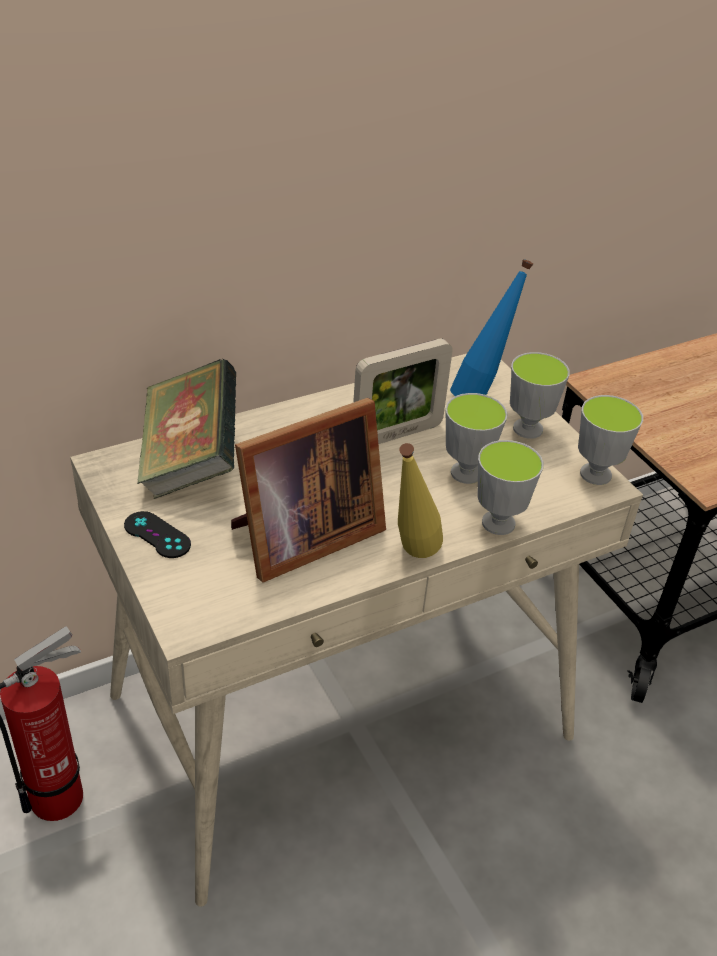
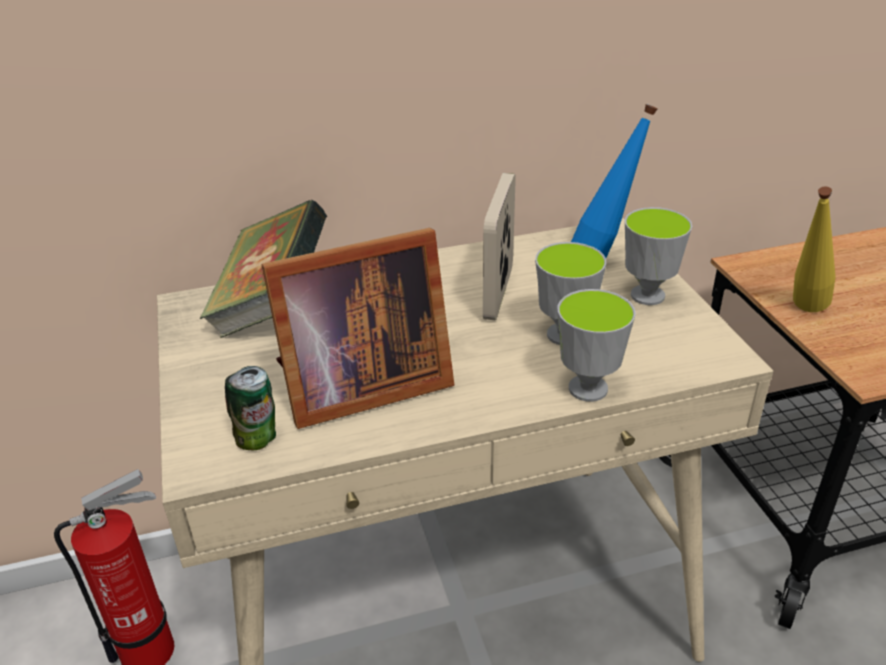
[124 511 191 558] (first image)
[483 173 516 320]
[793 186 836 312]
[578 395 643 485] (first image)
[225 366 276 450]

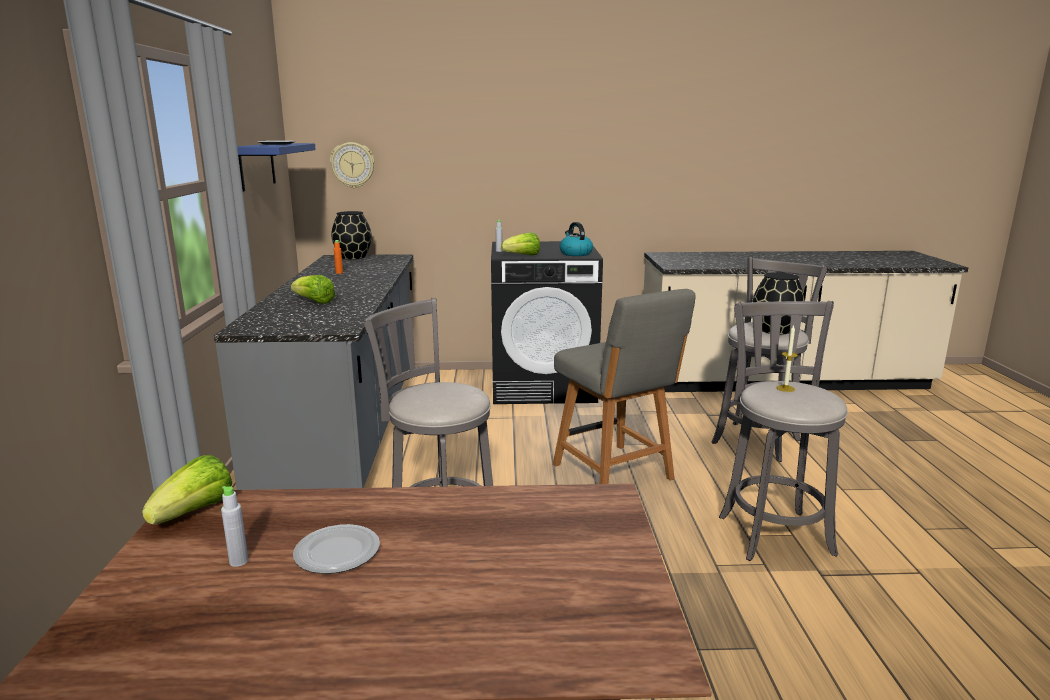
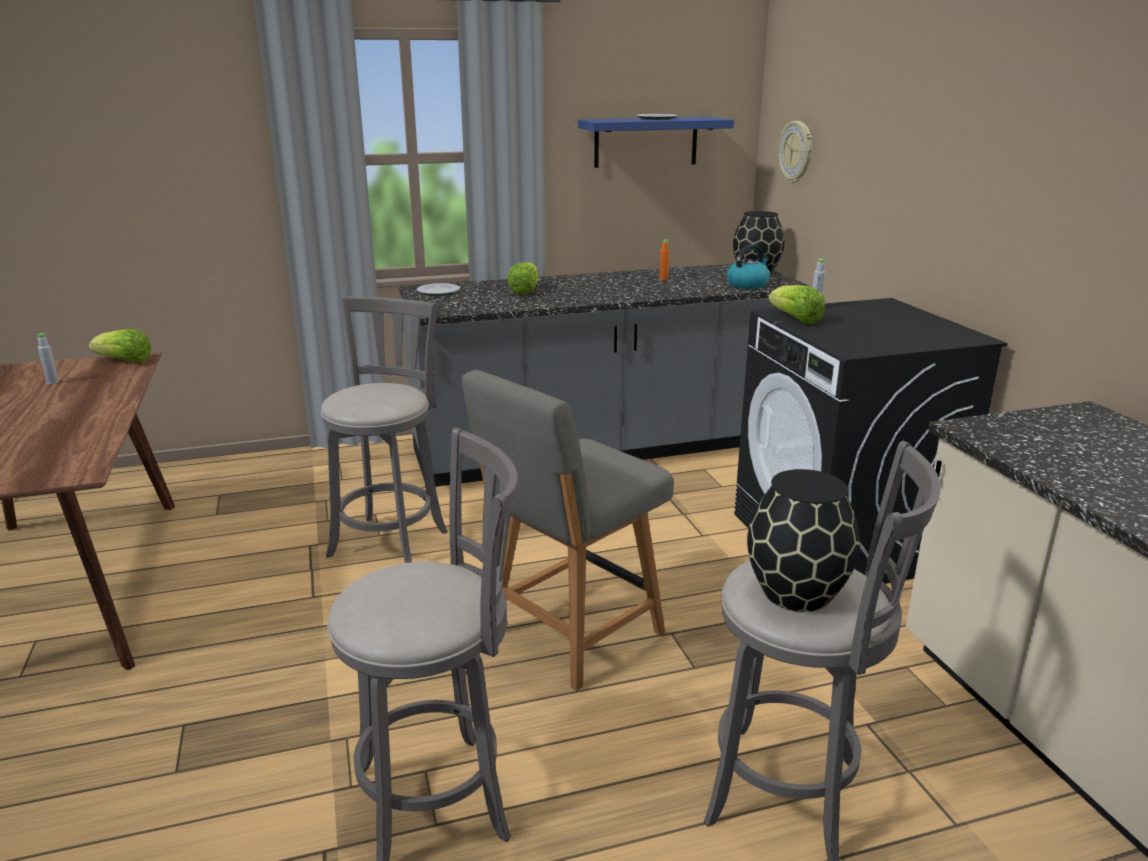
[416 283 460 296]
[727 244 770 289]
[776 325 798 392] (first image)

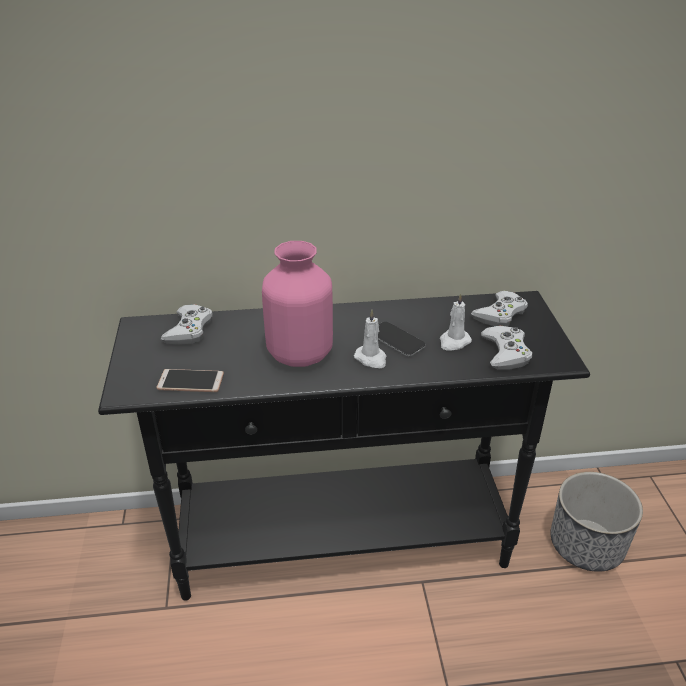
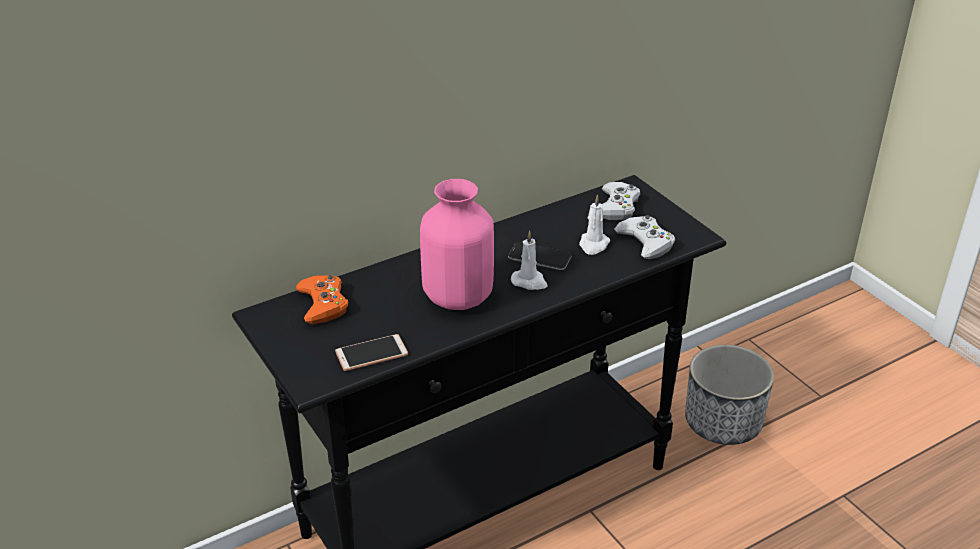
[296 275 348 324]

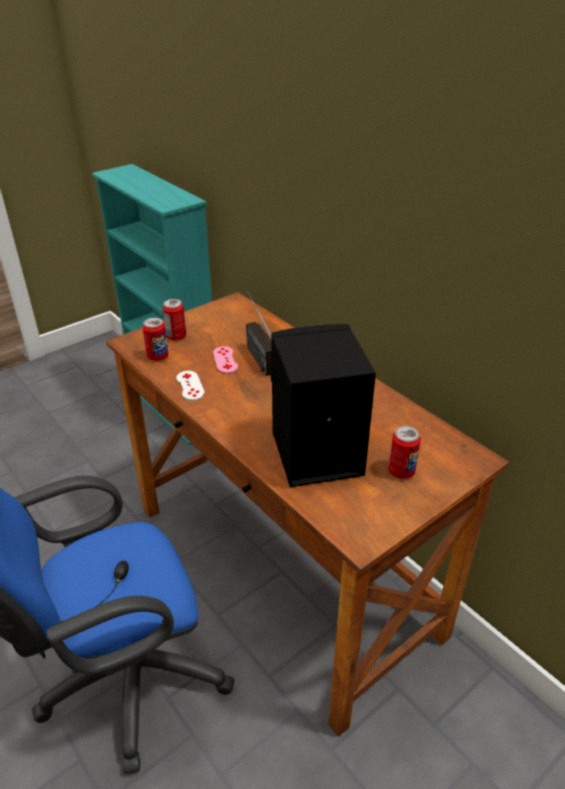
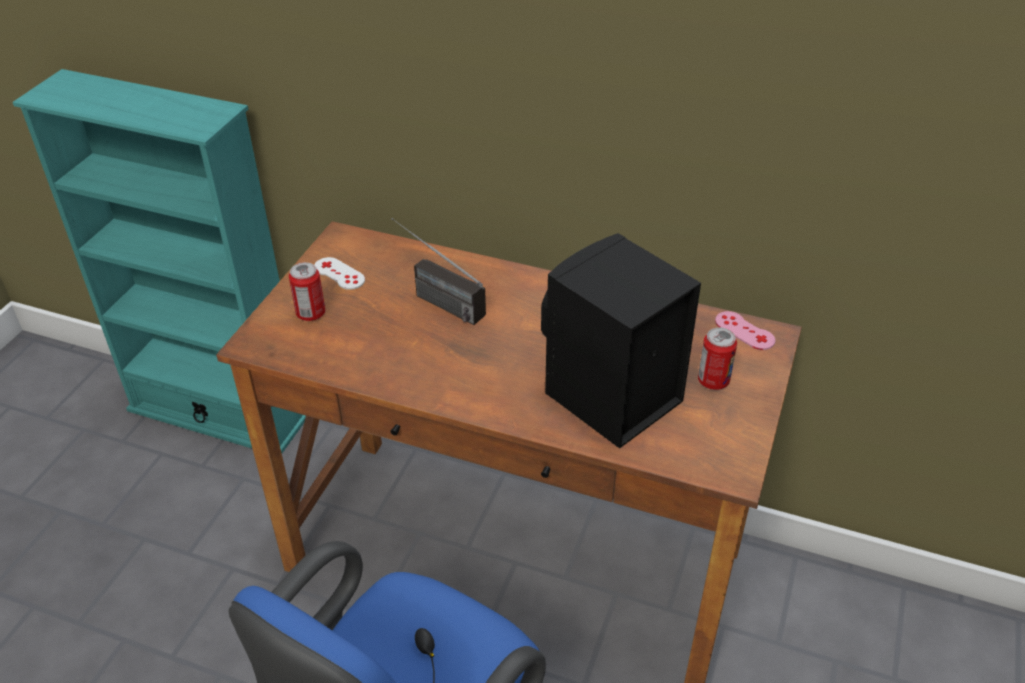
[142 318 168 361] (first image)
[314 257 365 290]
[715 311 775 350]

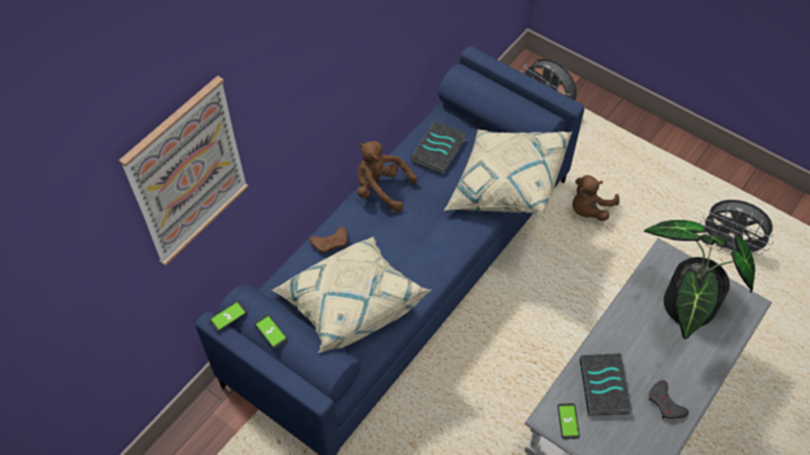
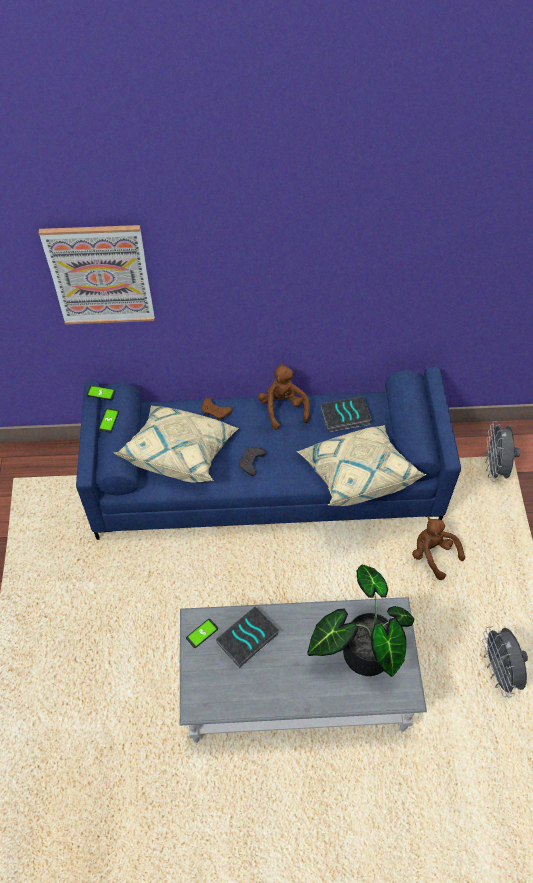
[412 517 465 580]
[239 447 266 476]

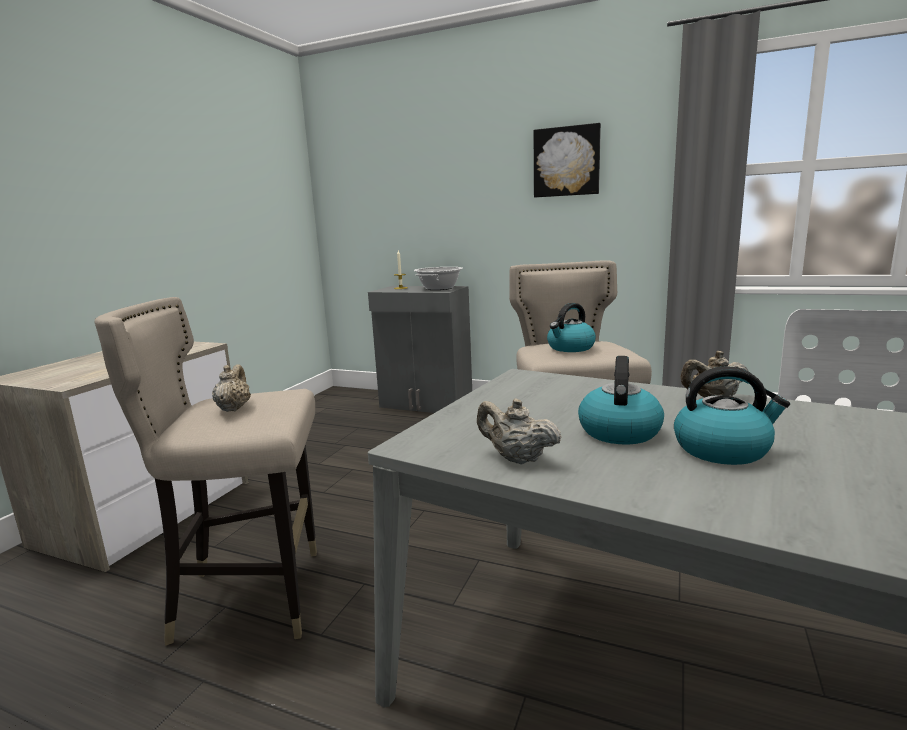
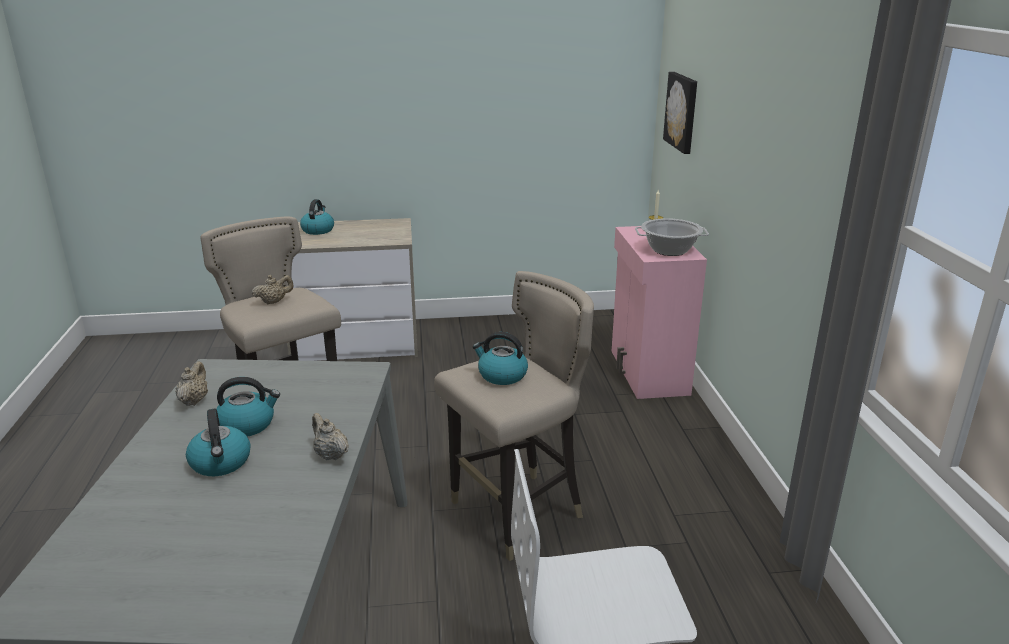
[611 226 707 399]
[663 72 697 154]
[300 199 334 235]

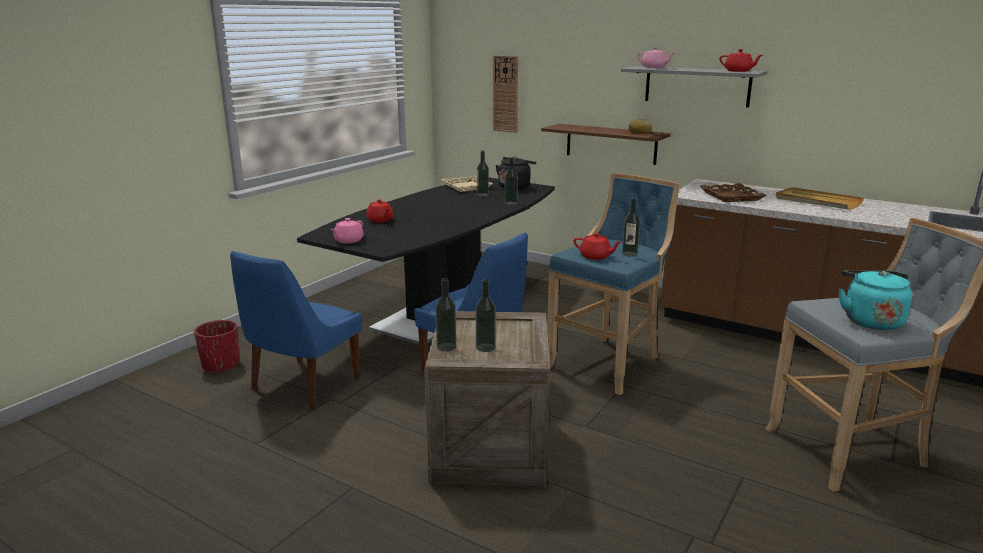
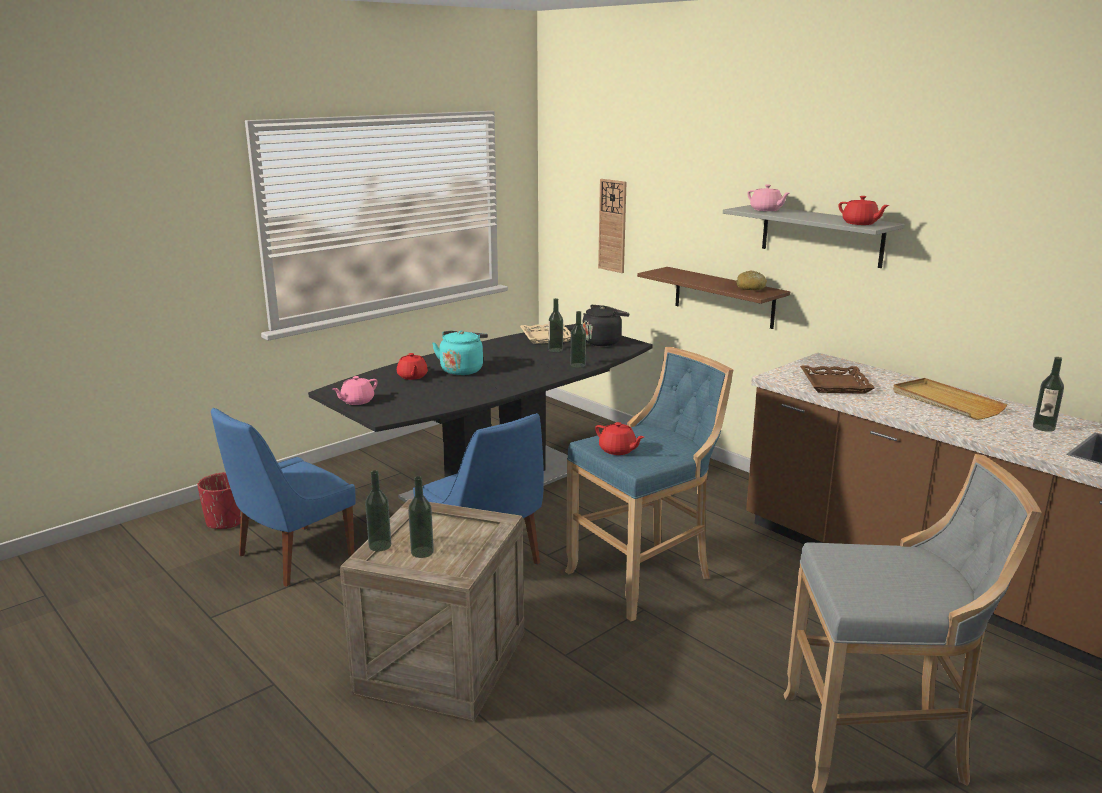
[1033 357 1064 432]
[432 330 488 375]

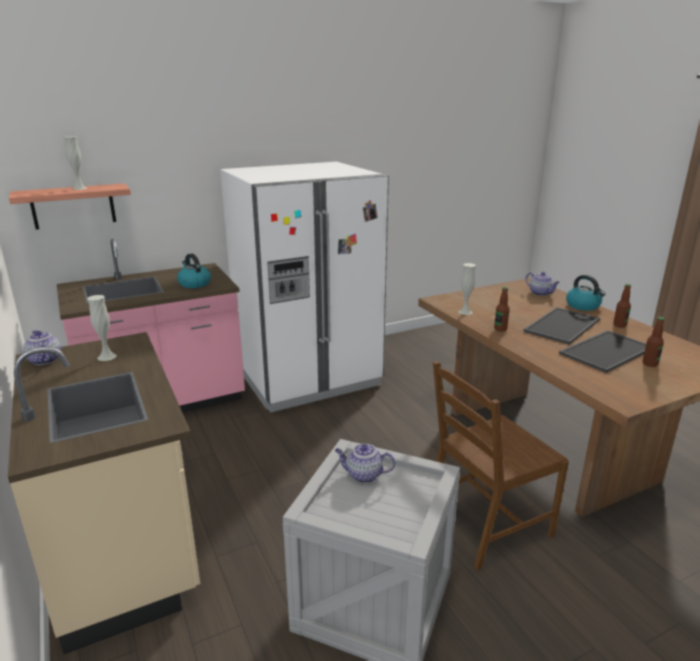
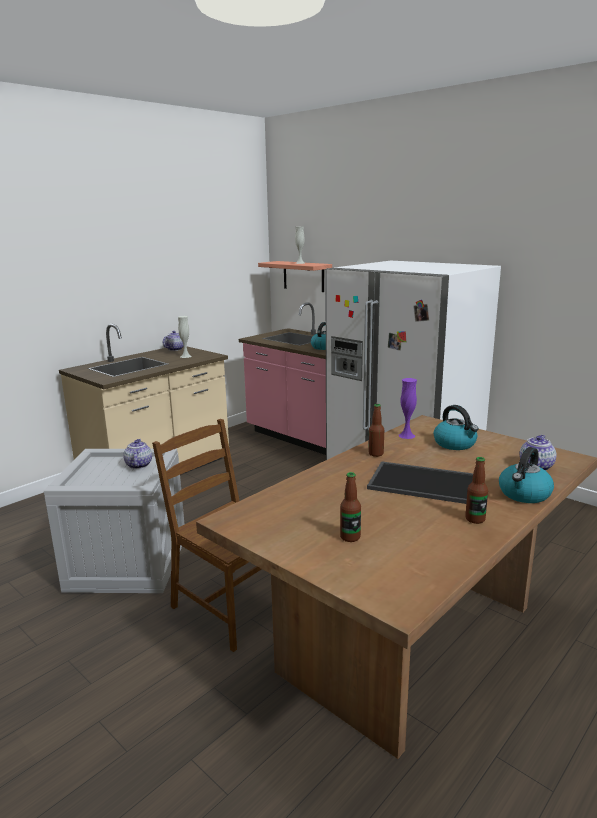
[399 378 417 439]
[559 330 646 373] (first image)
[434 405 478 450]

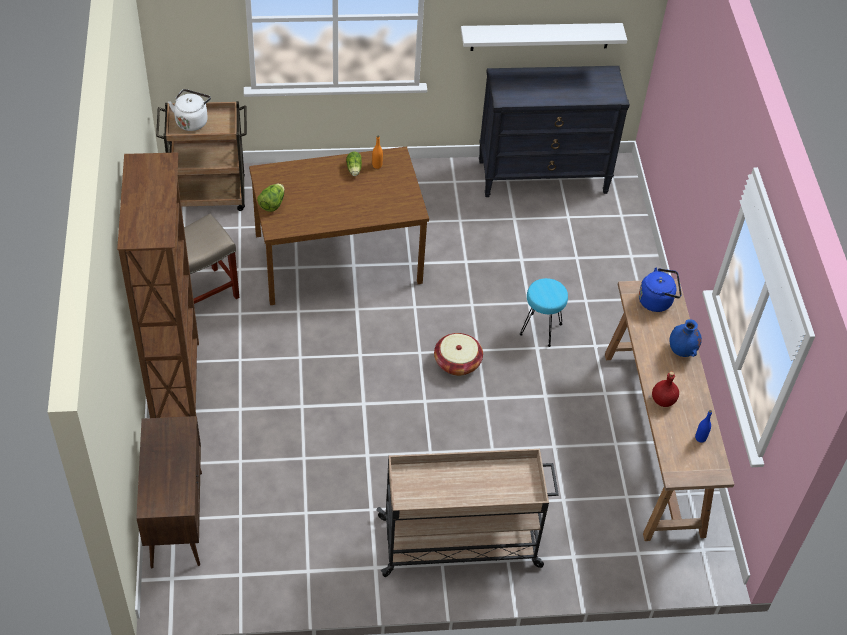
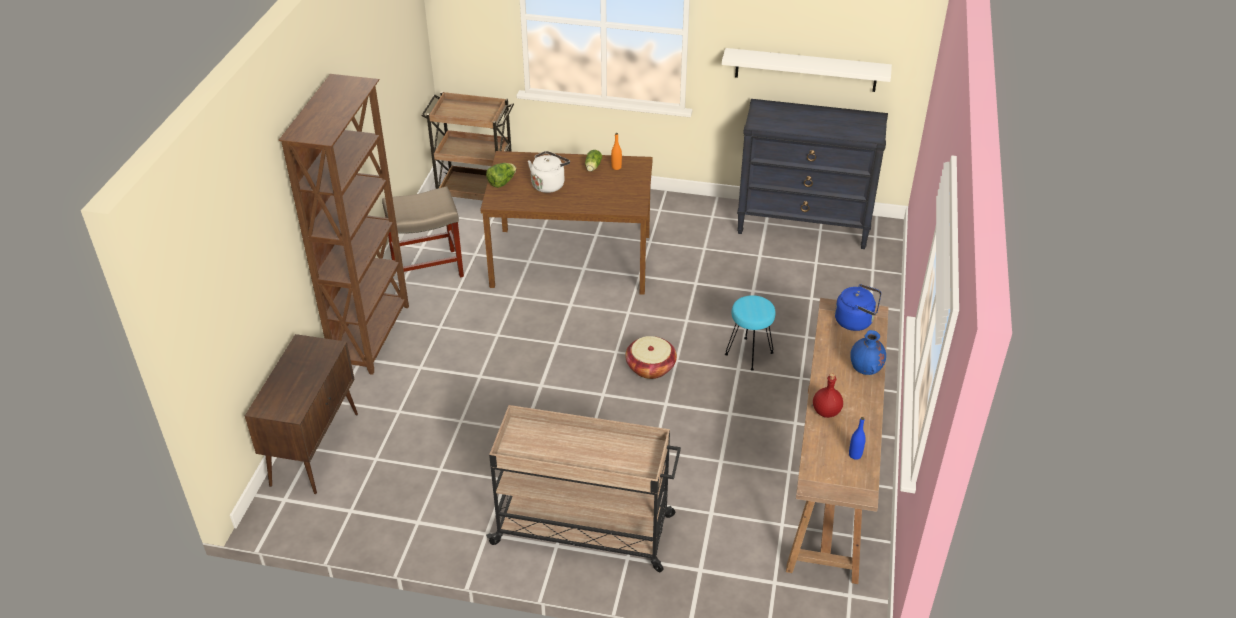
[528 151 570 193]

